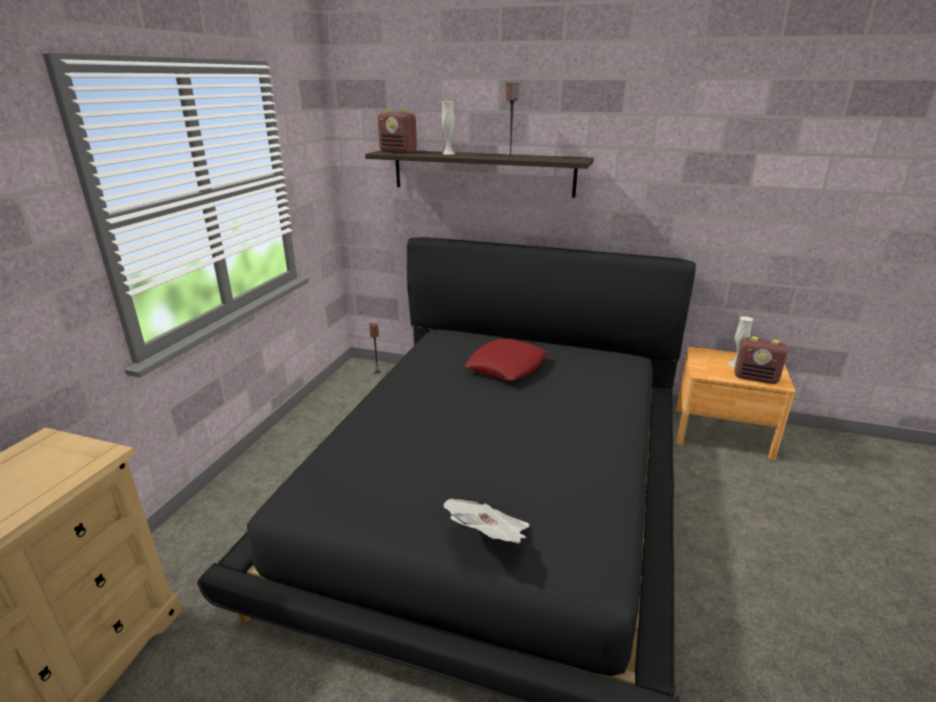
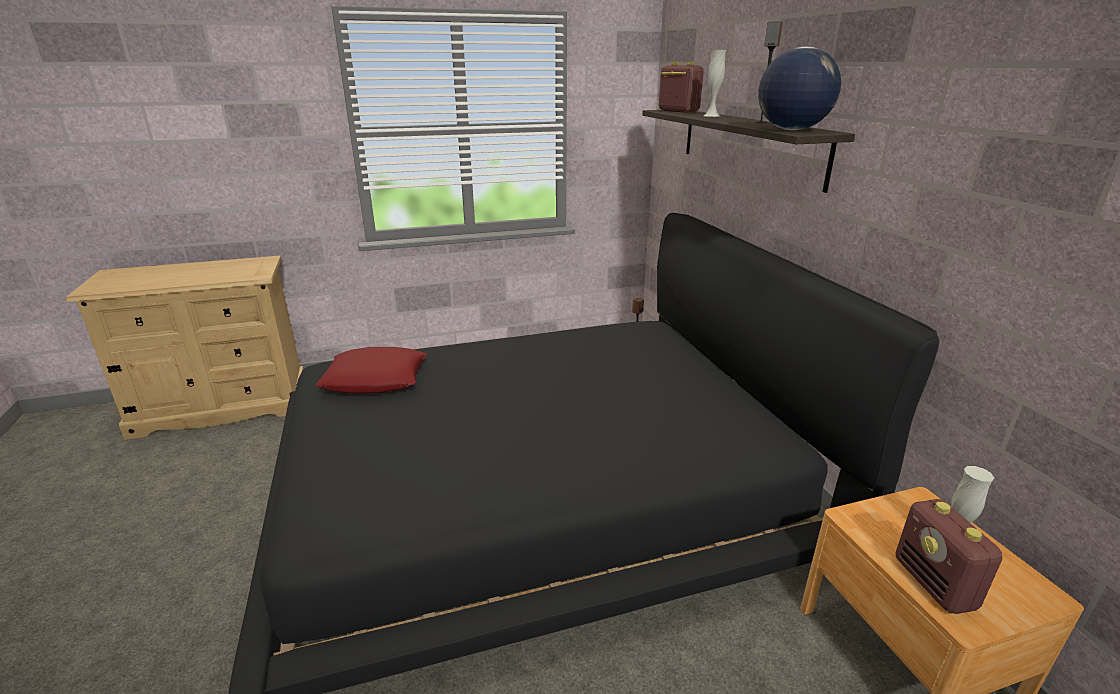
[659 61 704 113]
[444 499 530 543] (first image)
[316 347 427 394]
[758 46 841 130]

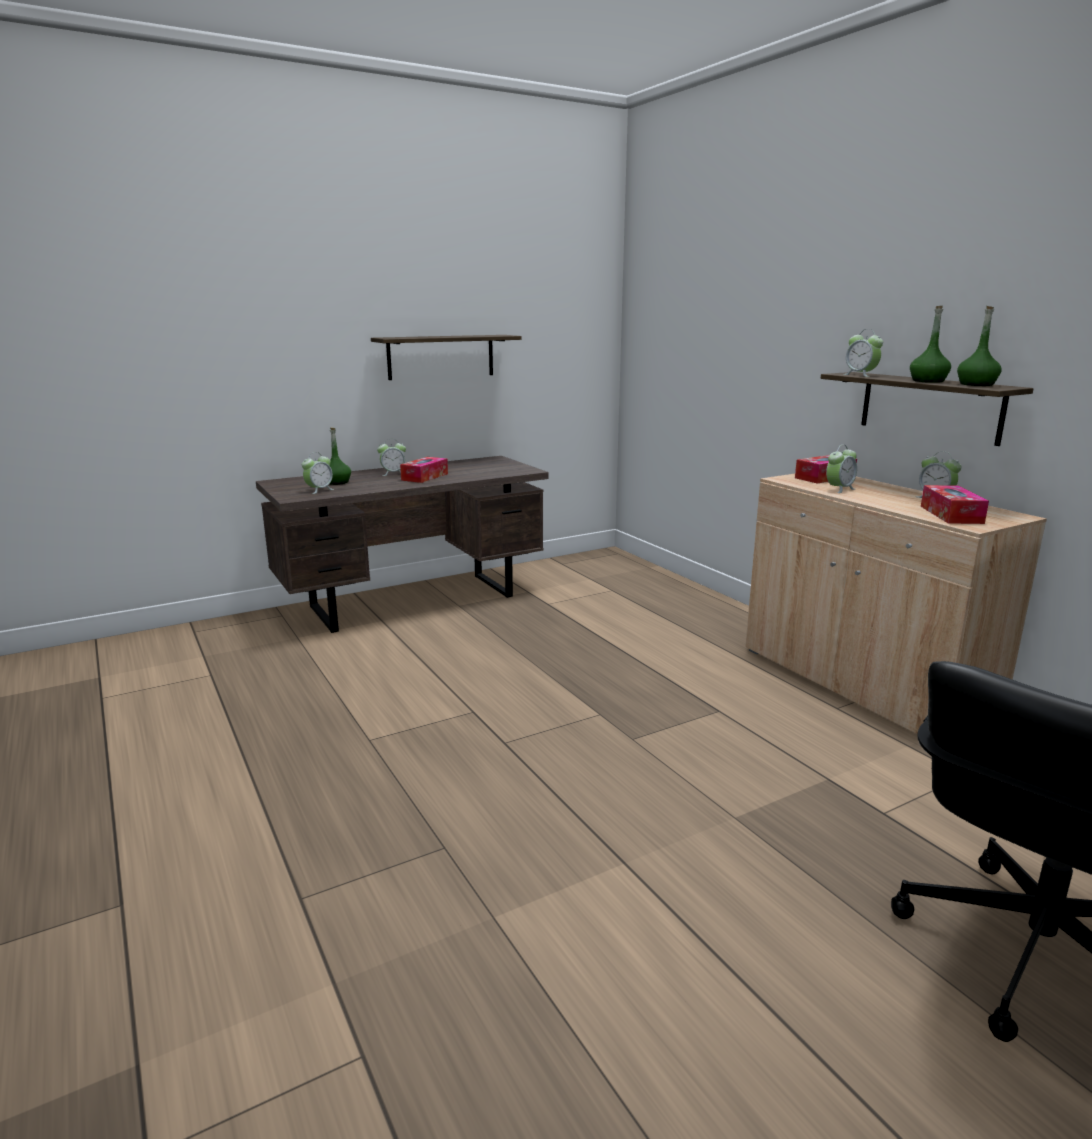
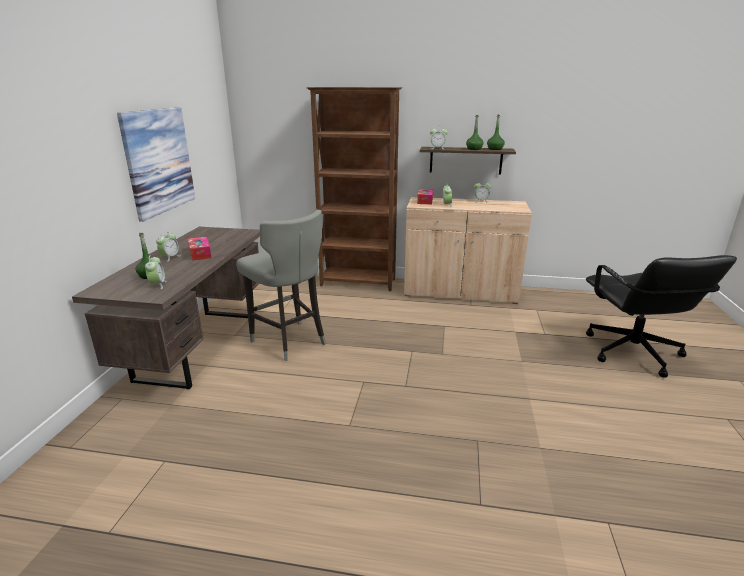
[117 108 195 222]
[921 485 989 524] (first image)
[236 210 326 361]
[307 87 402 291]

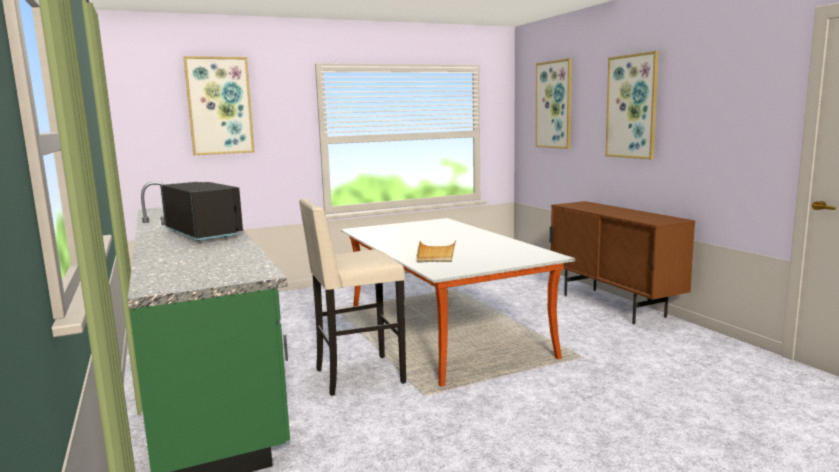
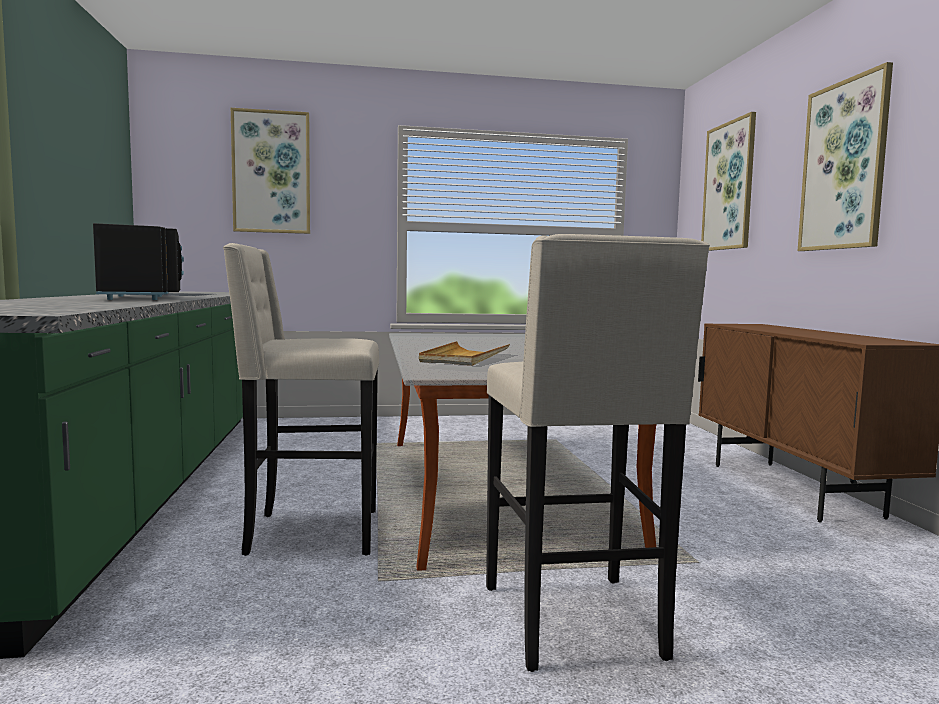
[486 234 710 672]

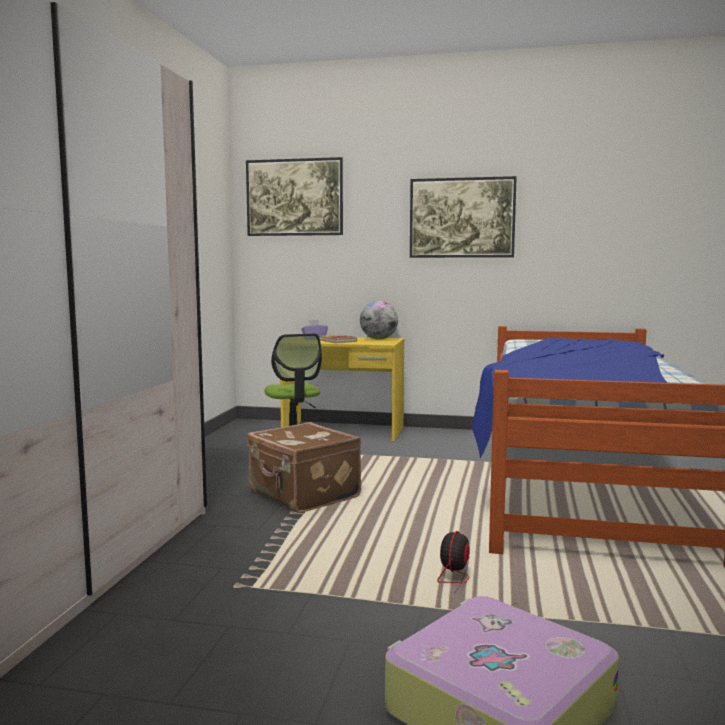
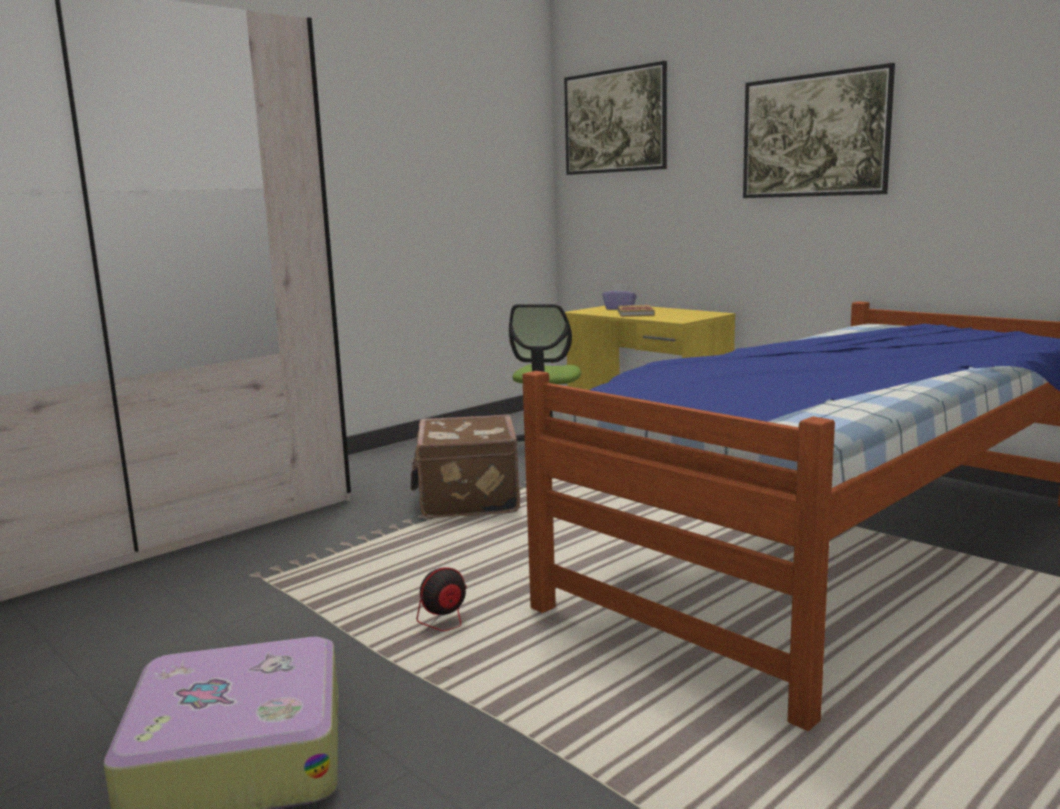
[360 301 398 340] (first image)

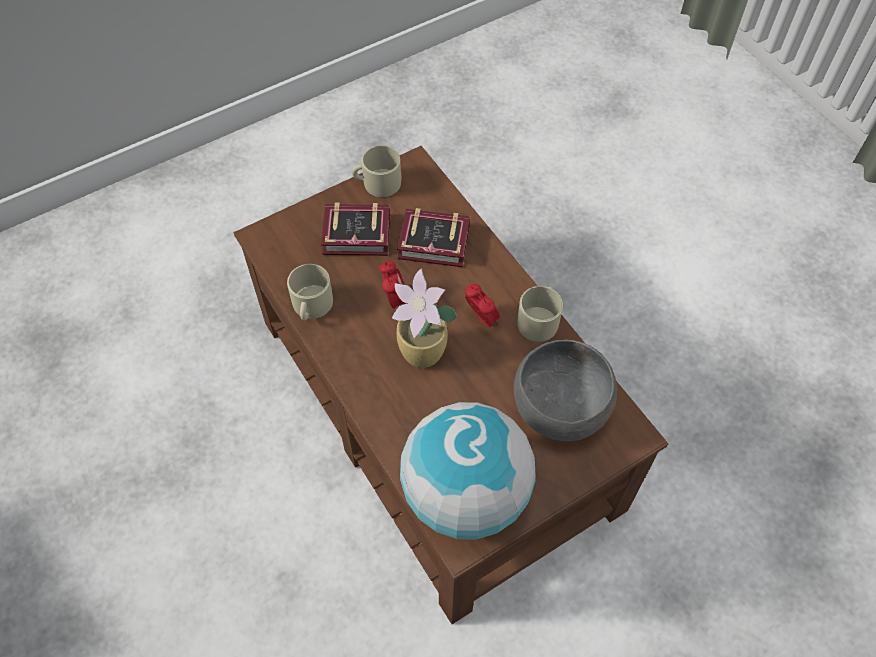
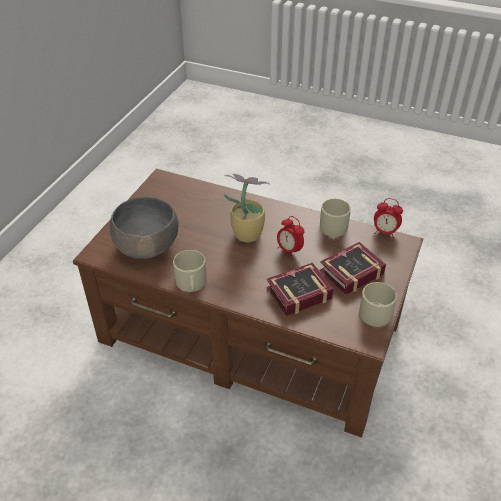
[400 402 536 540] (first image)
[374 198 403 238]

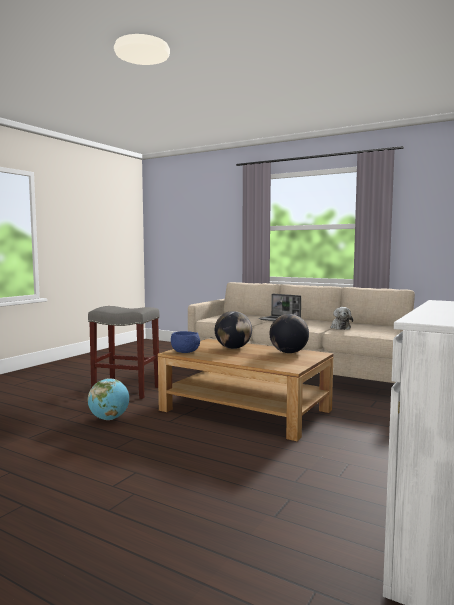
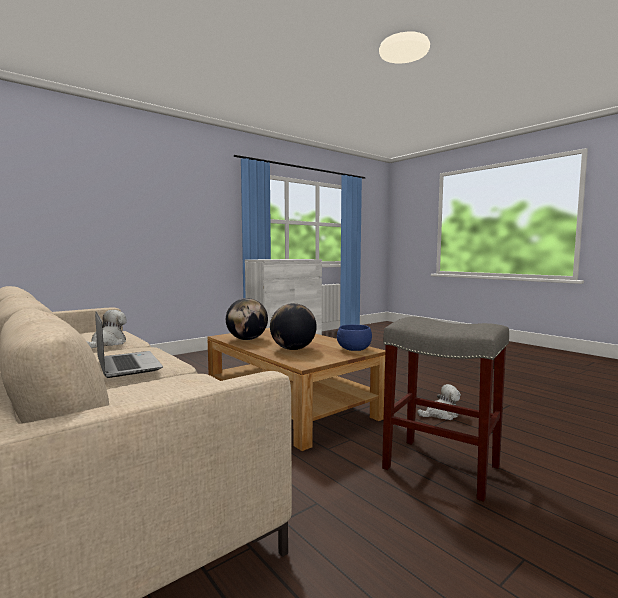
[417 384 461 420]

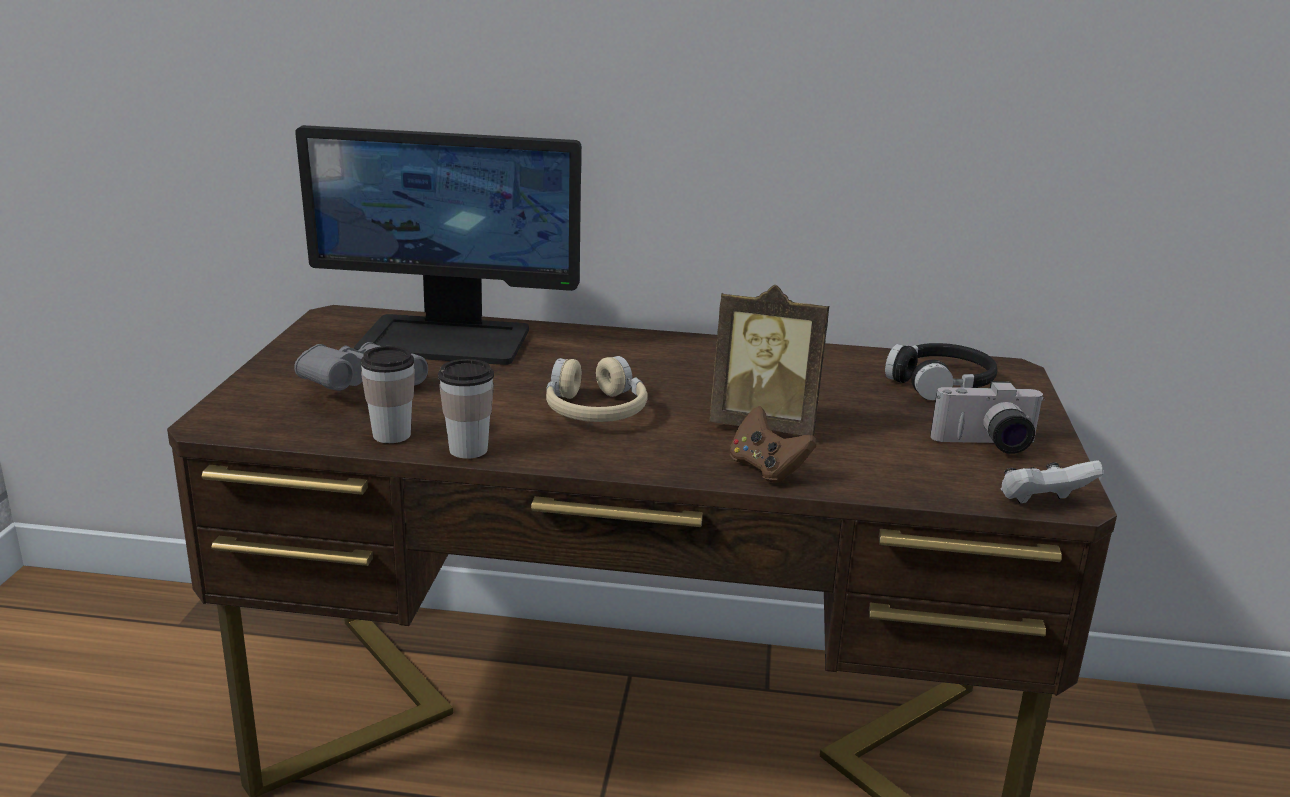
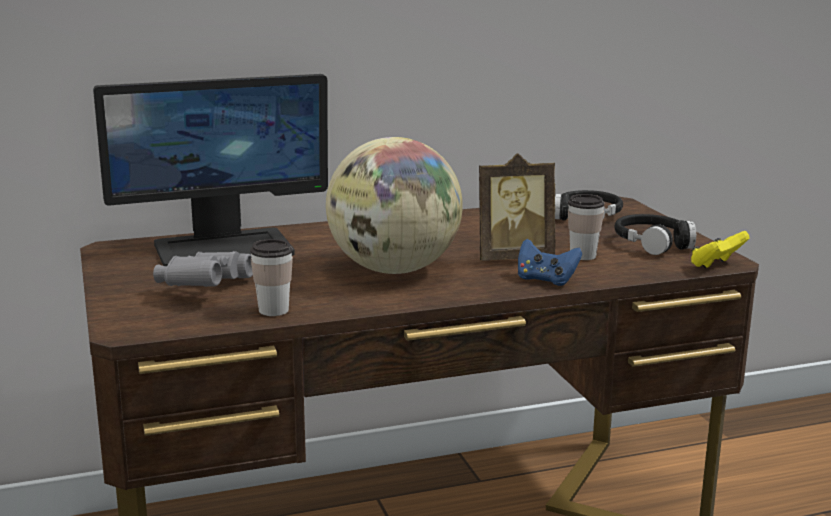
[568 194 605 260]
[326 137 463 274]
[518 239 582 286]
[615 214 696 255]
[691 231 749 268]

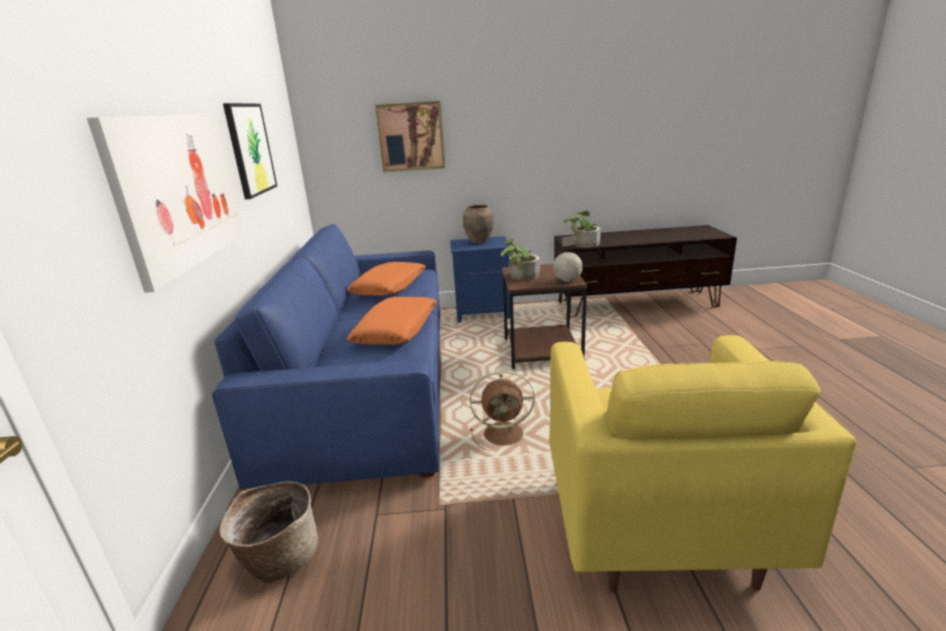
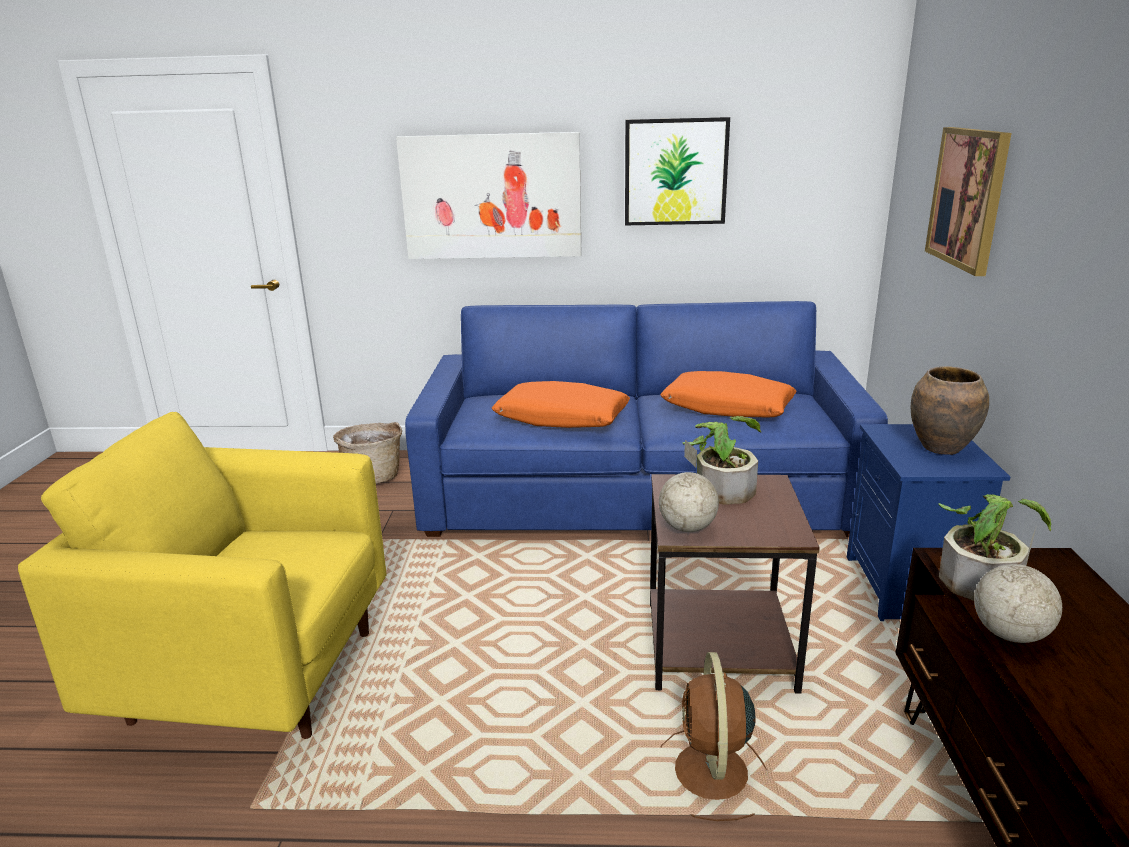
[661 652 767 821]
[974 525 1062 643]

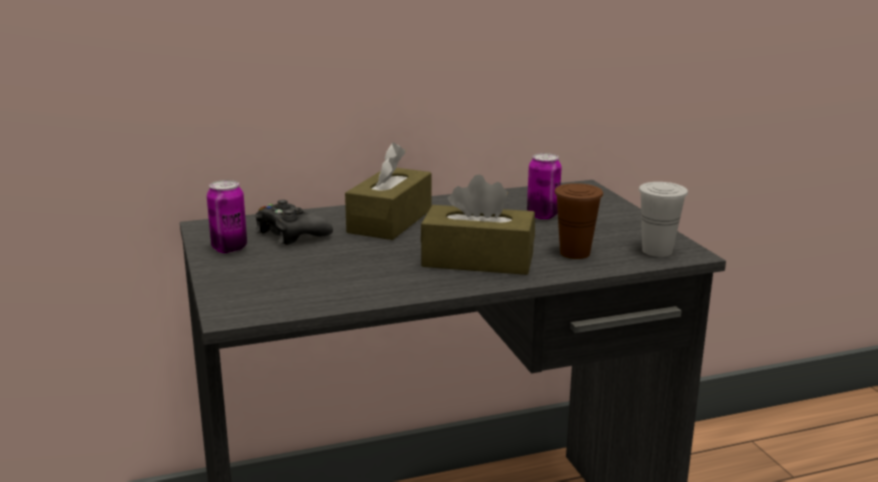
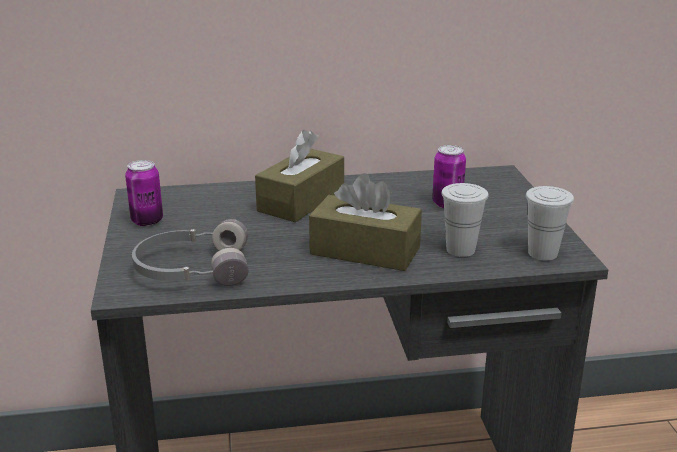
[256 200 333 245] (first image)
[441 183 489 257]
[132 219 249 286]

